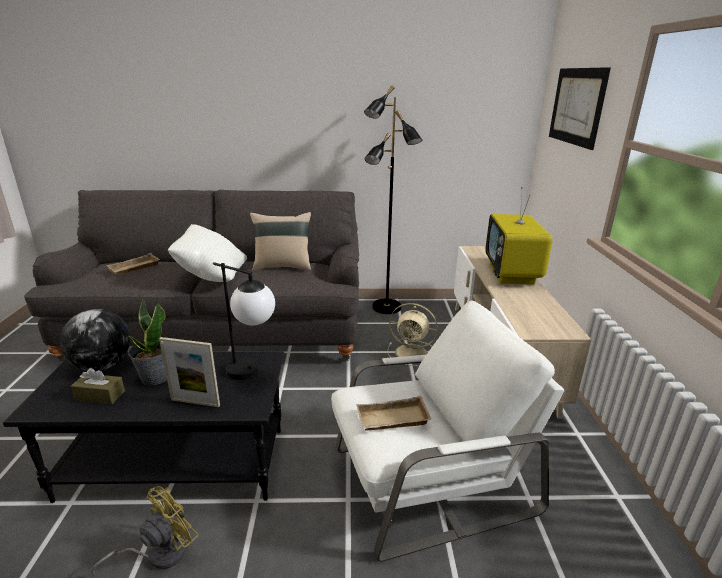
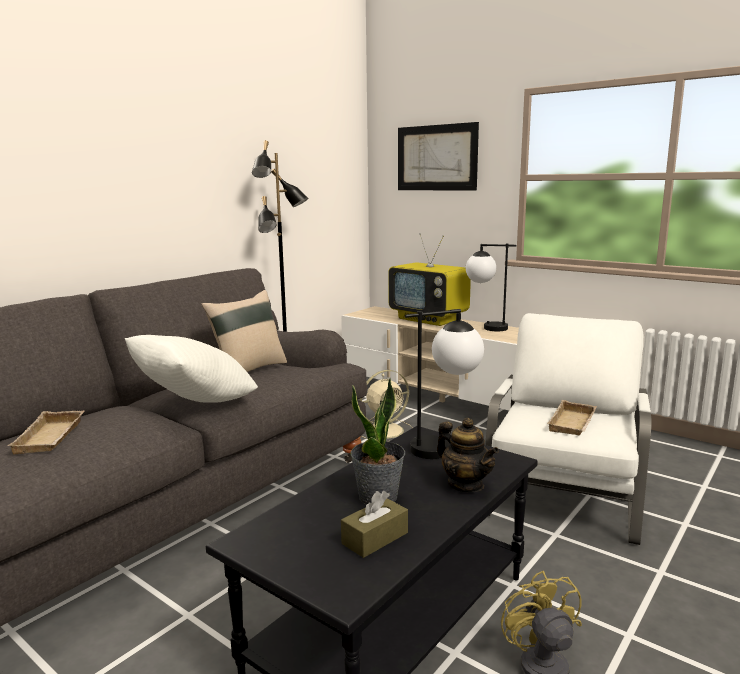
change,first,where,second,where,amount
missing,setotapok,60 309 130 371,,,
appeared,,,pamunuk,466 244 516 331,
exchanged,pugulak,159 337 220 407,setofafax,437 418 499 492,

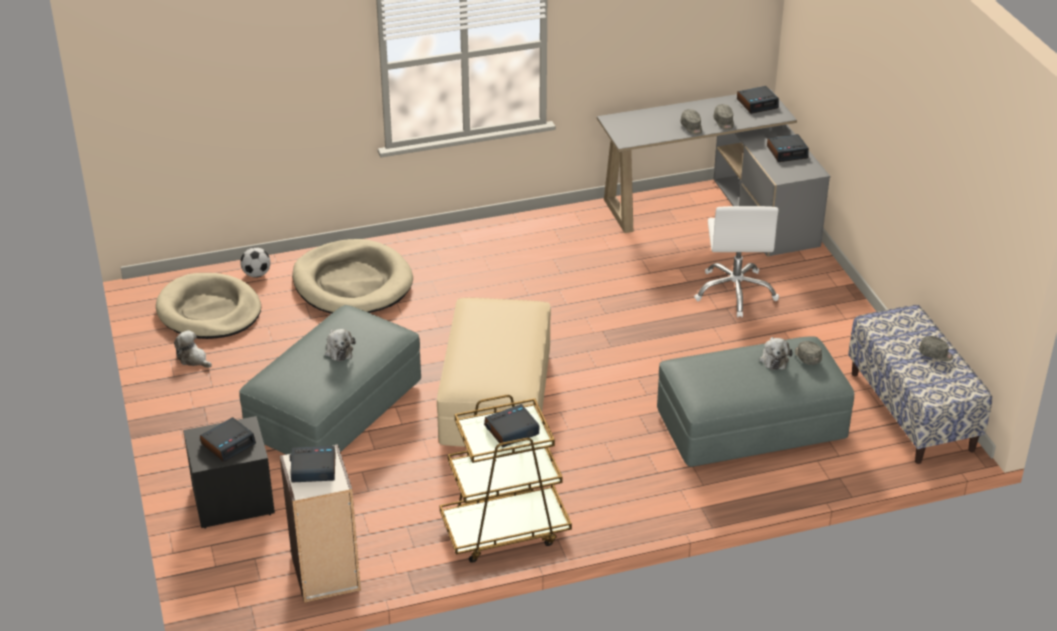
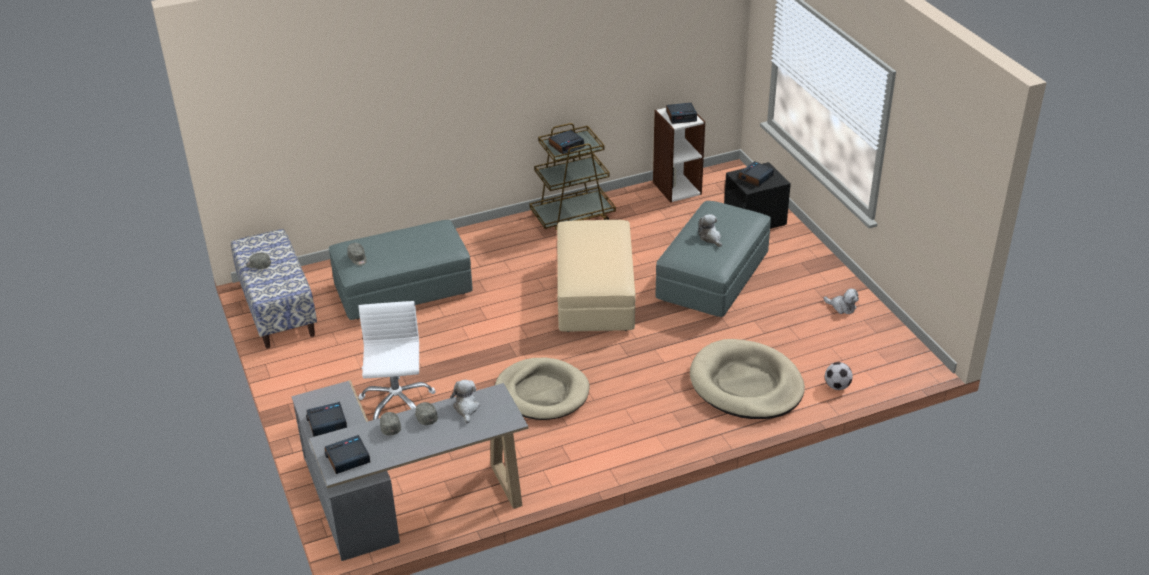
change,first,where,second,where,amount
relocated,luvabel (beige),156 273 261 339,,495 358 589 420,
relocated,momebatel,760 337 793 370,,450 380 480 424,

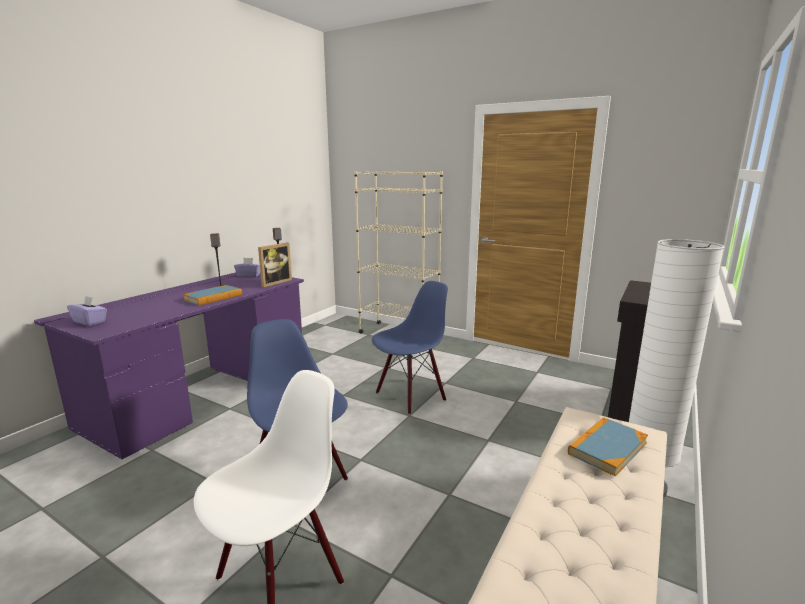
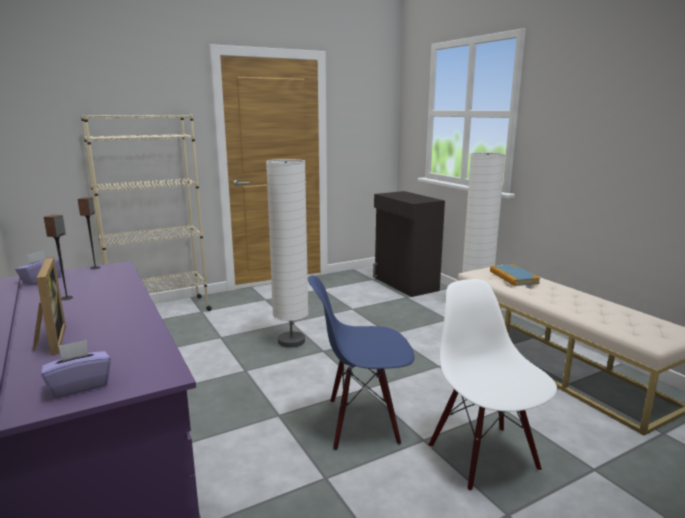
change,first,where,second,where,amount
missing,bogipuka,183 285 242 305,,,
relocated,pugulak,258 243 292 287,,33 257 66 355,
exchanged,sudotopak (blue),372 281 448 414,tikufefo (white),266 159 309 348,

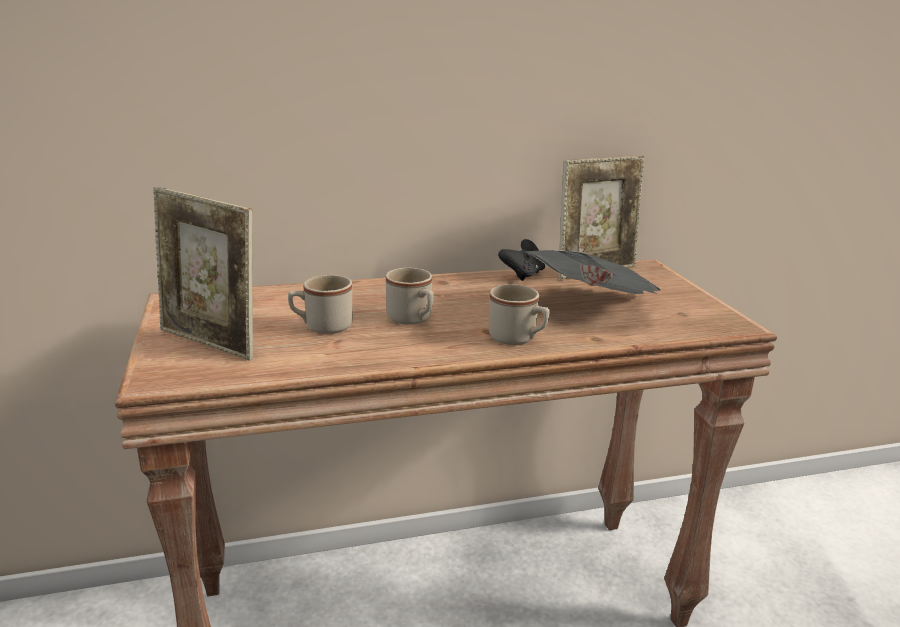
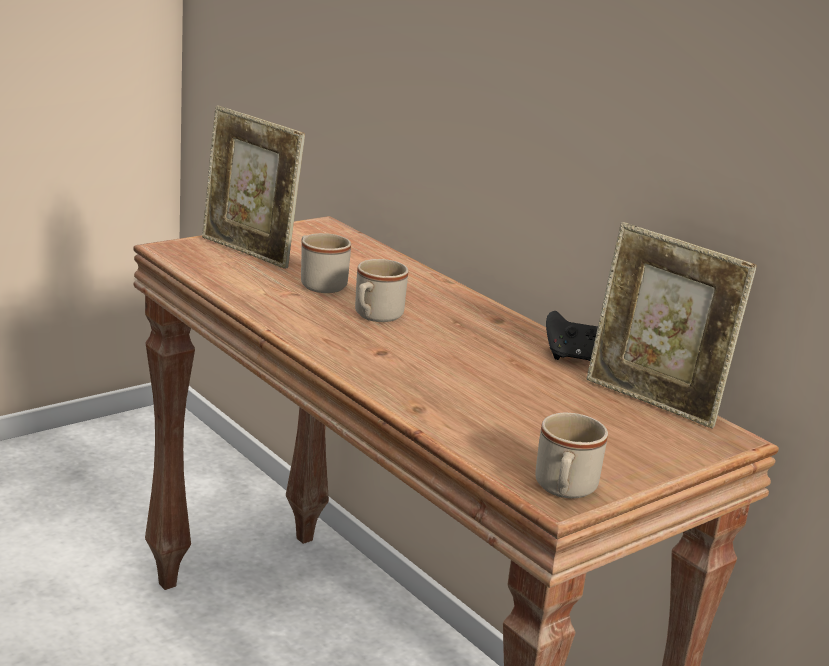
change,first,where,second,where,amount
missing,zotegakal,525 250 660 294,,,
relocated,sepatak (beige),489 284 549 345,,535 413 608 499,
spun,pugulak,153 186 253 361,,202 105 305 269,60 degrees counterclockwise

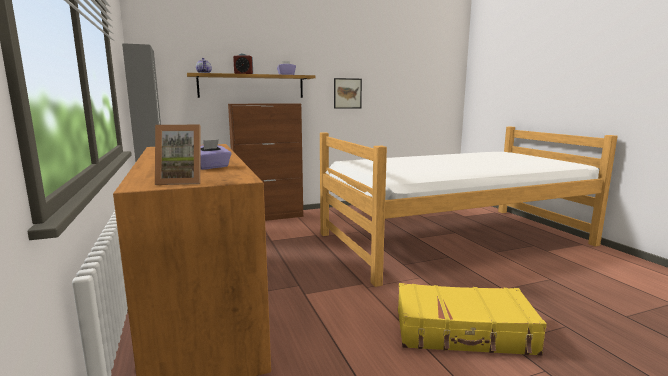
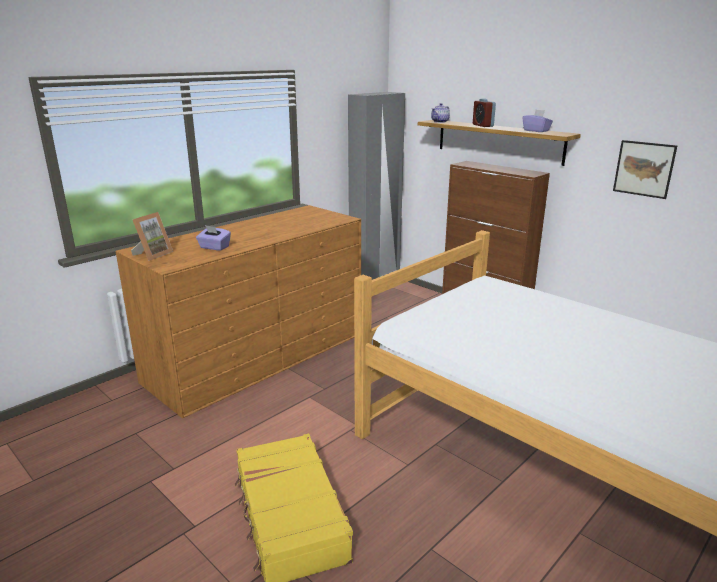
change,first,where,second,where,amount
spun,pugulak,155 125 201 185,,131 212 173 261,120 degrees counterclockwise

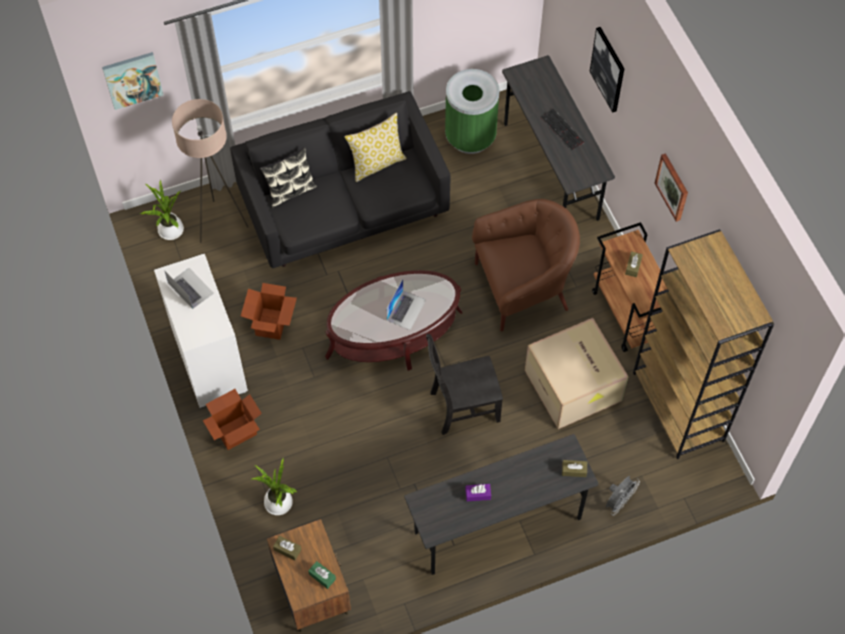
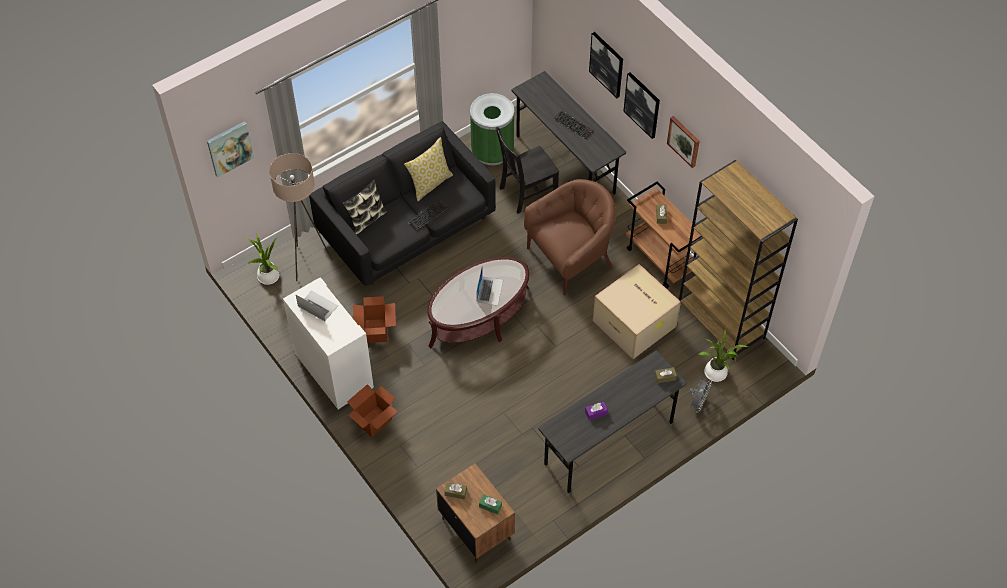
change,first,where,second,where,amount
appeared,,,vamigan,408 200 448 230,
appeared,,,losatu,624 72 660 139,
relocated,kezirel,252 458 297 515,,699 329 748 382,
relocated,sudotopak (black),426 334 503 435,,496 127 559 214,

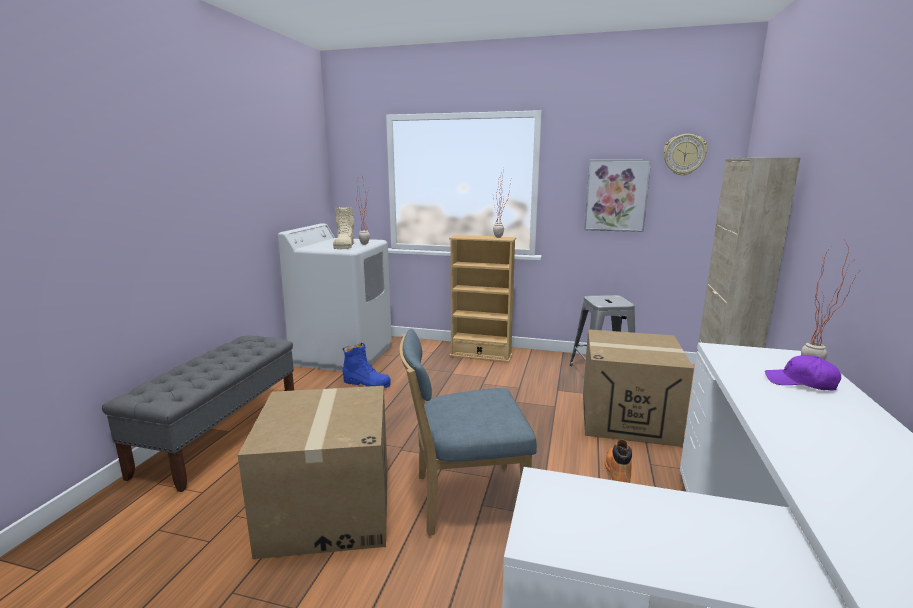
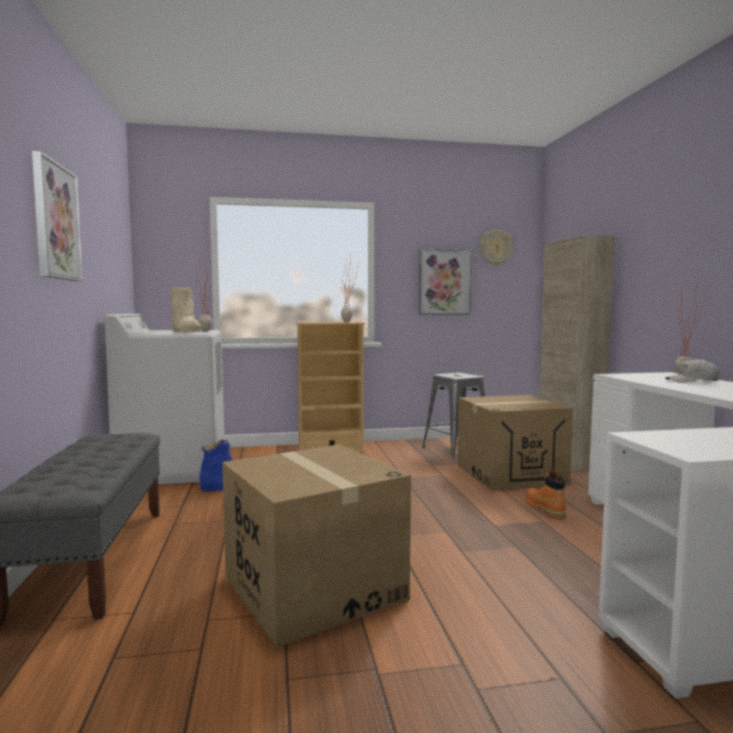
change,first,where,second,where,amount
missing,sudotopak (blue),400 328 537 536,,,
appeared,,,losatu,32 151 83 281,
colour,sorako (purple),765 355 841 391,sorako (white),665 358 720 383,

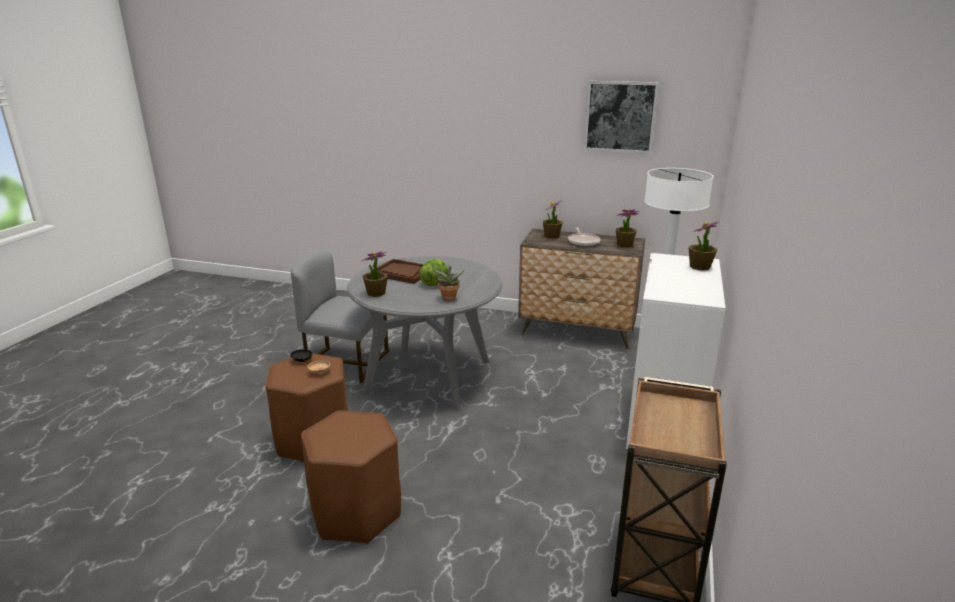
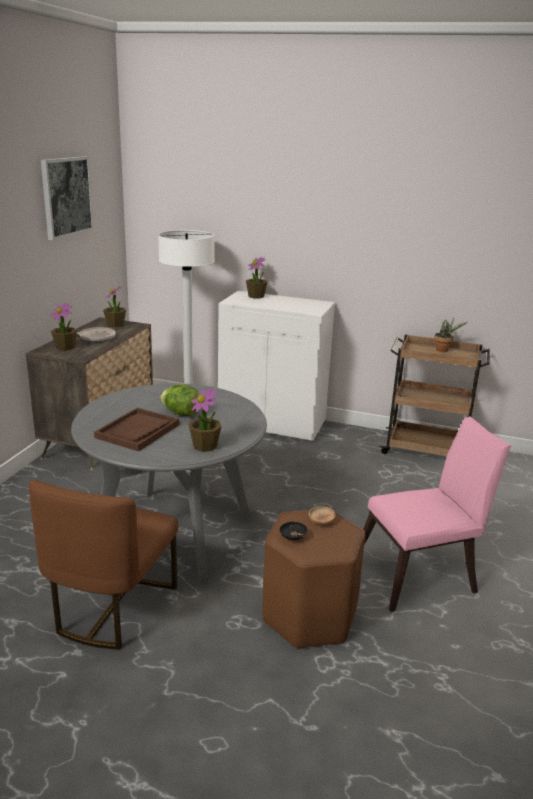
change,first,where,second,where,amount
relocated,kezirel,432 265 465 301,,434 317 467 352,
exchanged,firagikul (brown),301 411 401 544,sudotopak (pink),363 416 511 612,
colour,sudotopak (grey),291 251 389 383,sudotopak (brown),29 479 178 650,

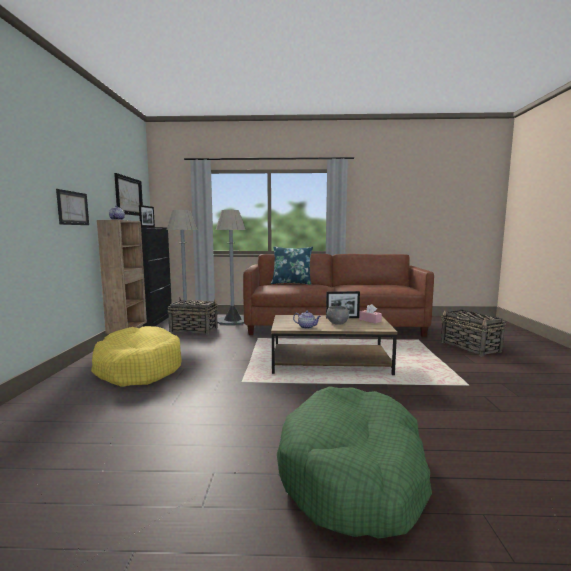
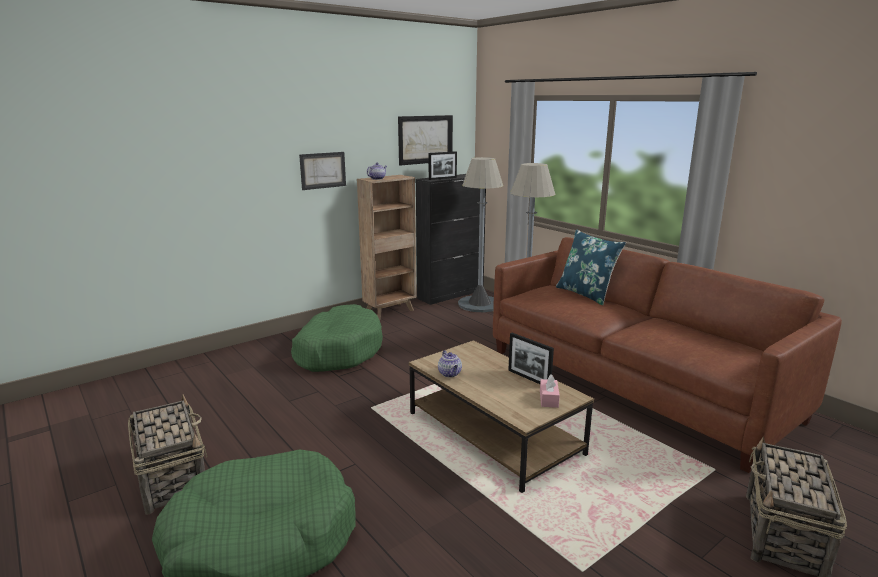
change,first,where,second,where,amount
missing,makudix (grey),326 306 349 325,,,
relocated,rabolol,167 298 218 335,,128 394 207 515,
colour,luvabel (yellow),91 326 182 387,luvabel (green),291 304 383 372,

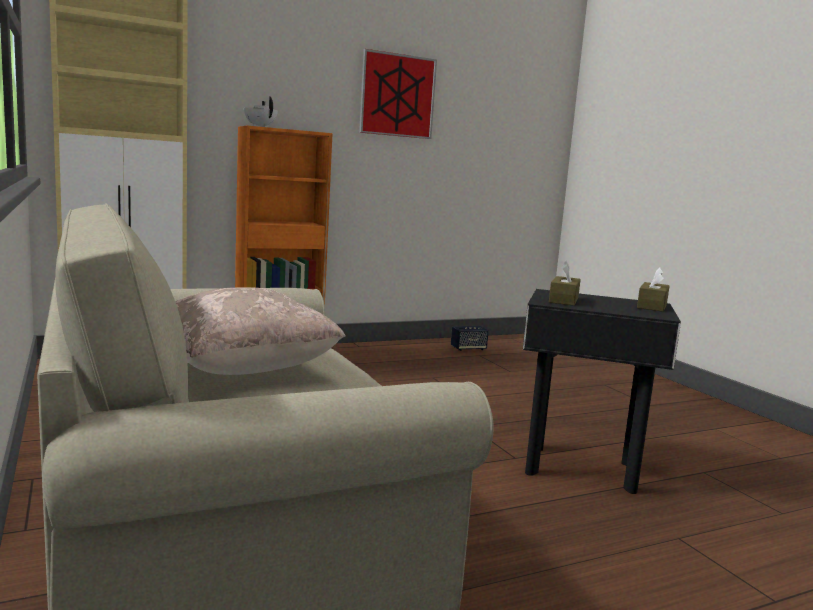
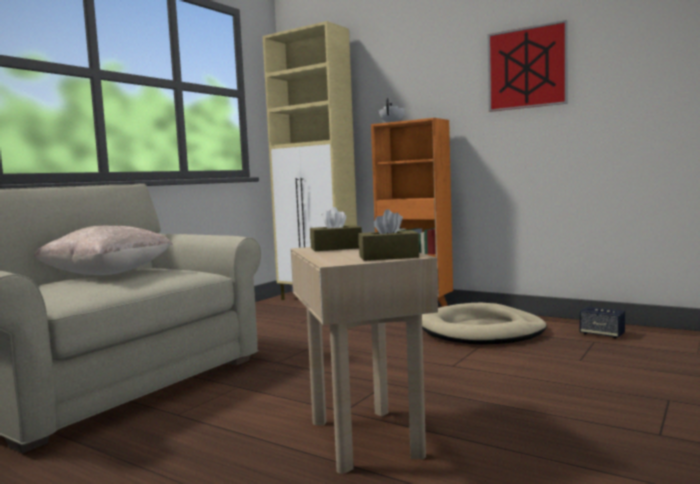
change,first,where,second,where,amount
appeared,,,luvabel (beige),422 303 547 344,
colour,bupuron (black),523 289 681 494,bupuron (beige),291 247 438 474,

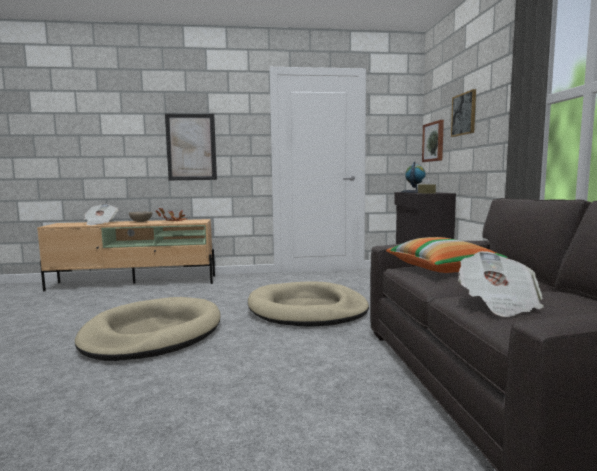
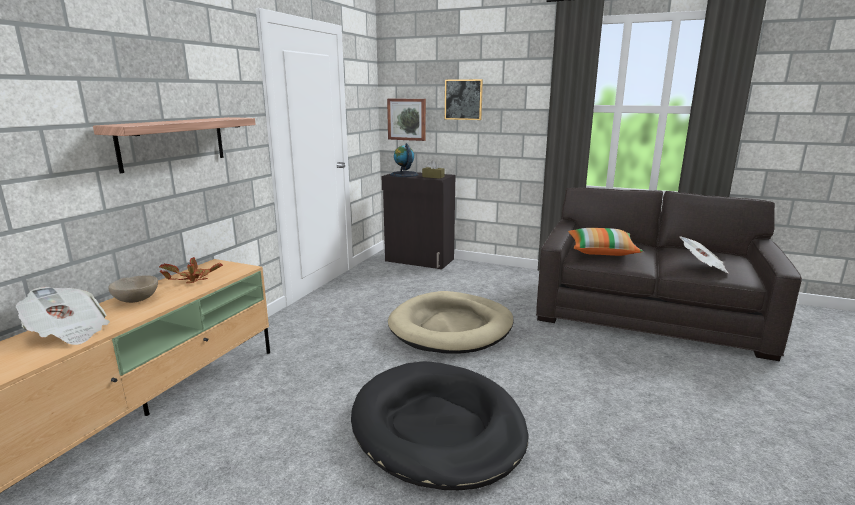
change,first,where,second,where,amount
exchanged,losatu,165 114 217 180,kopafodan,93 117 256 173,
colour,luvabel (beige),75 297 220 361,luvabel (black),351 361 529 490,

